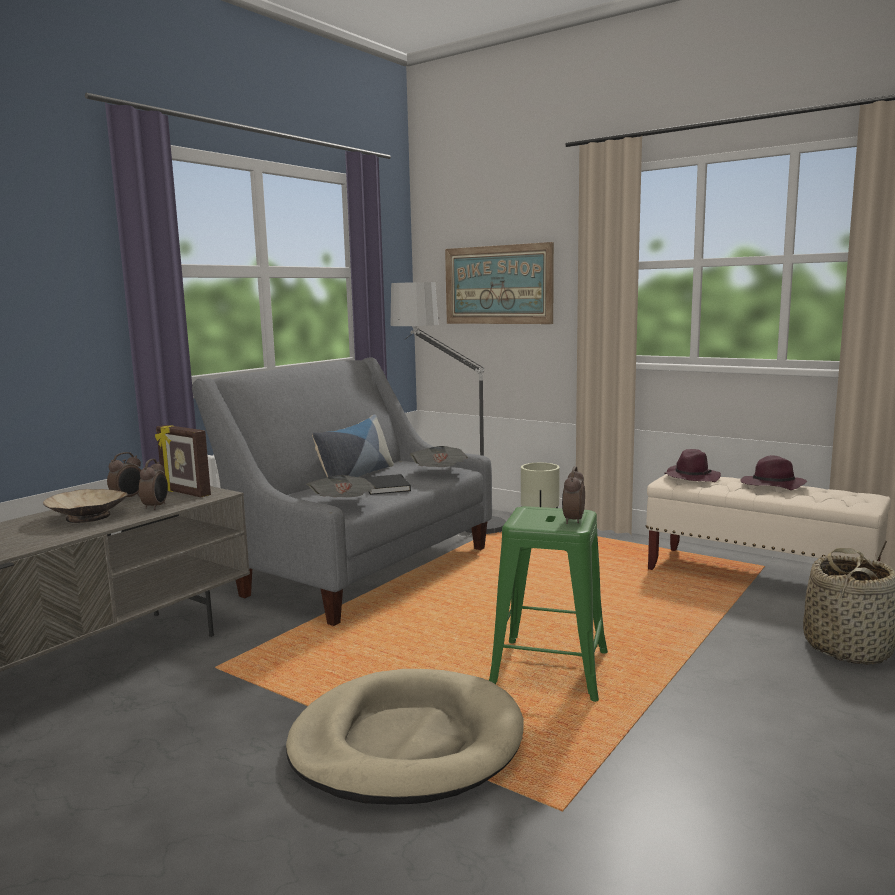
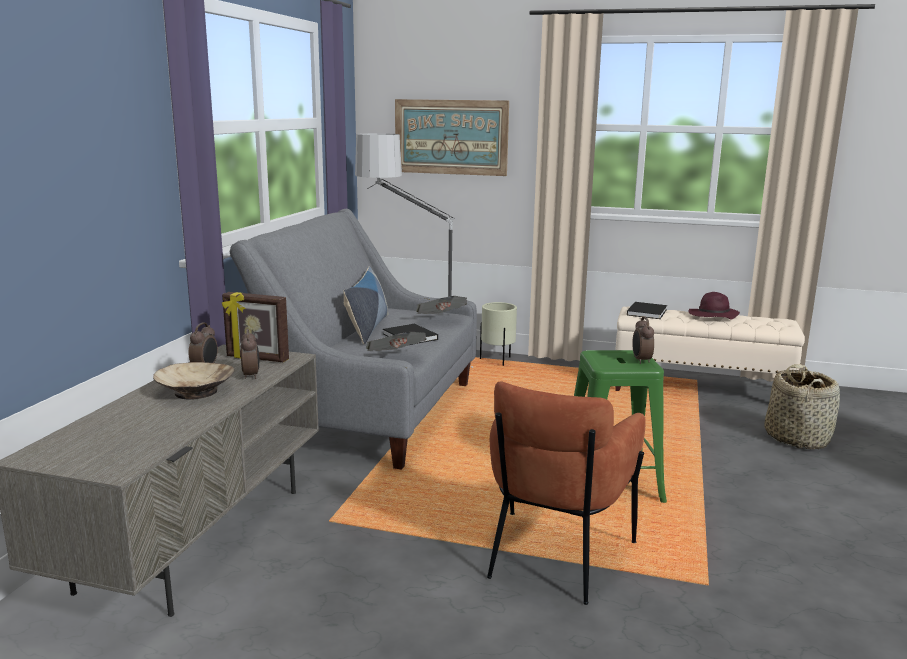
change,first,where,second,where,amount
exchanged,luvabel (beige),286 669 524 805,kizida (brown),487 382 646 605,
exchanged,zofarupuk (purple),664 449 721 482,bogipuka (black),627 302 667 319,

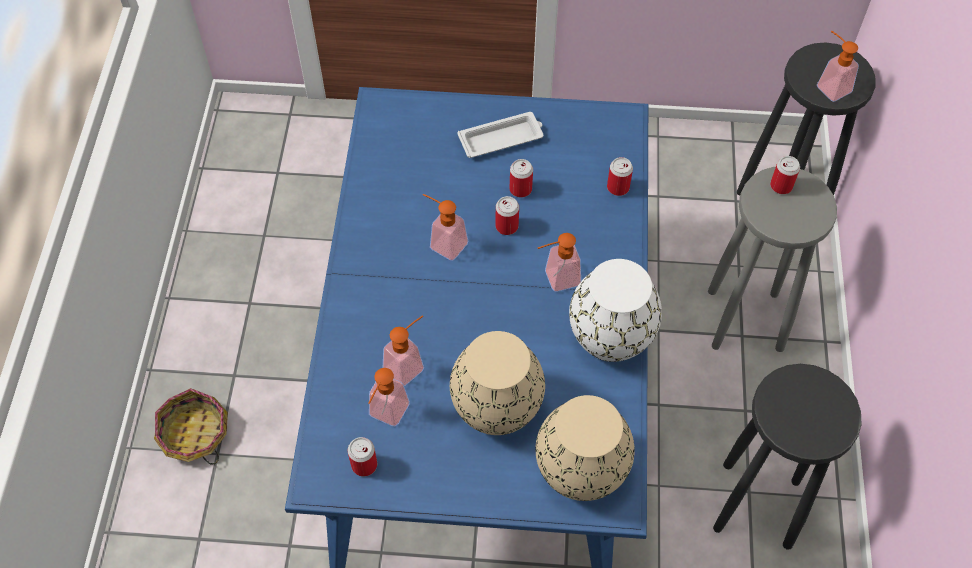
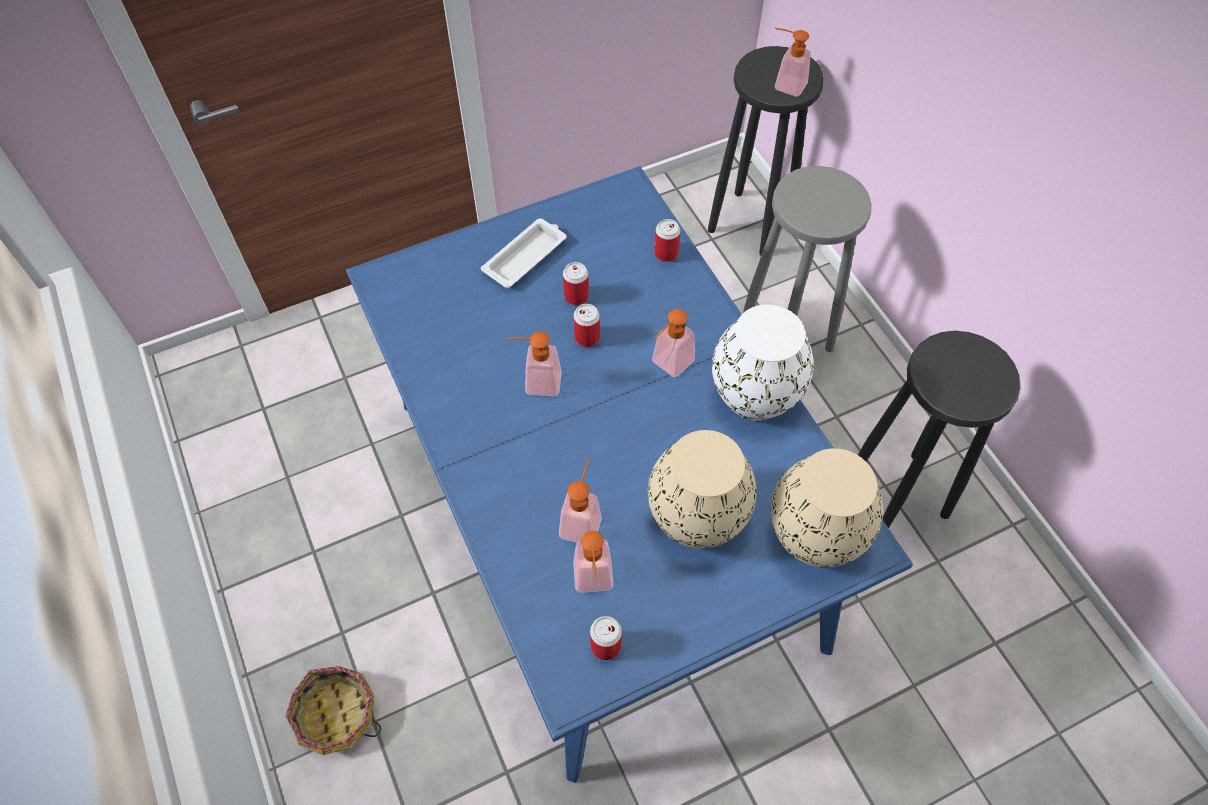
change,first,where,second,where,amount
missing,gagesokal,770 156 800 194,,,

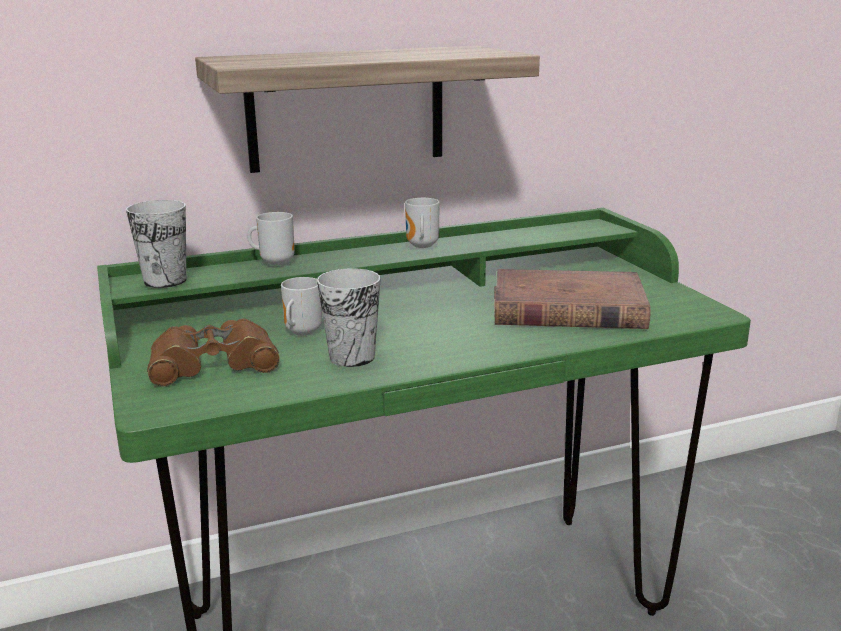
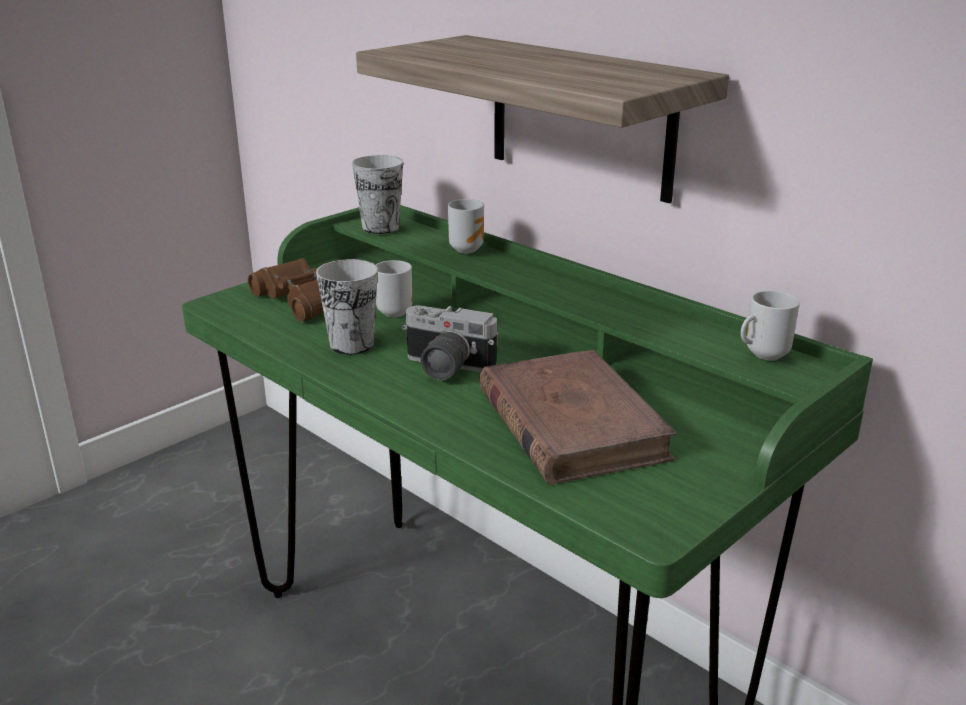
change,first,where,second,where,amount
appeared,,,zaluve,402 305 498 380,
relocated,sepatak,405 198 440 248,,741 291 800 360,

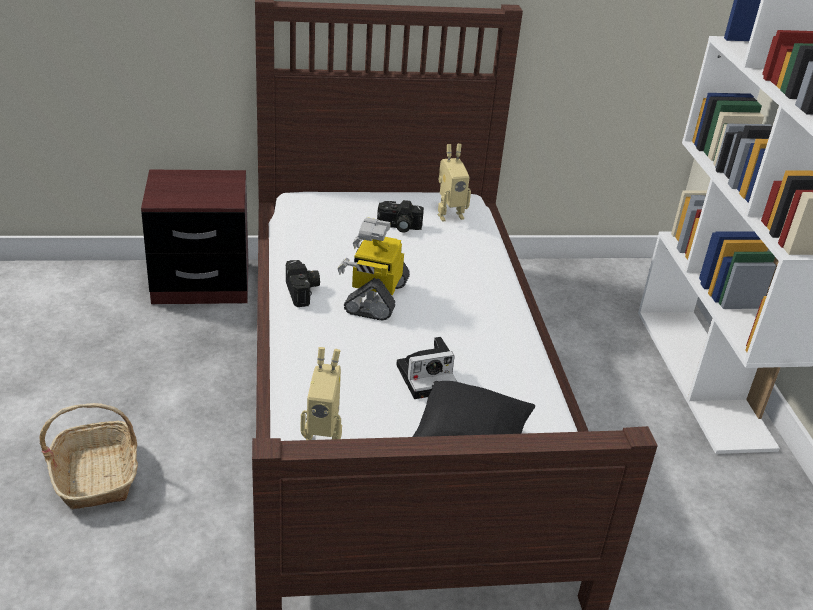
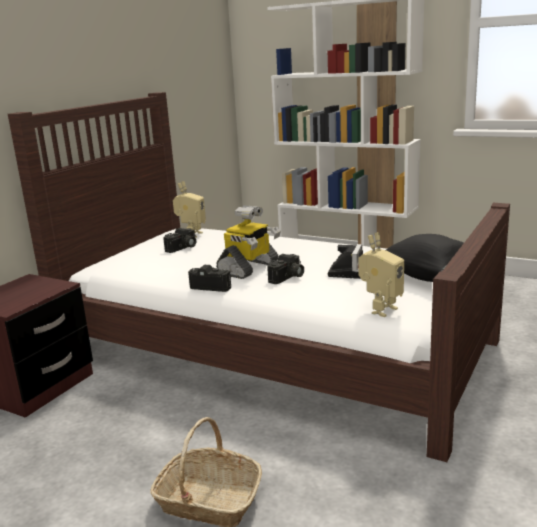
change,first,where,second,where,amount
appeared,,,zaluve,267 254 304 284,
spun,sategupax,338 217 410 320,,216 205 281 279,105 degrees counterclockwise

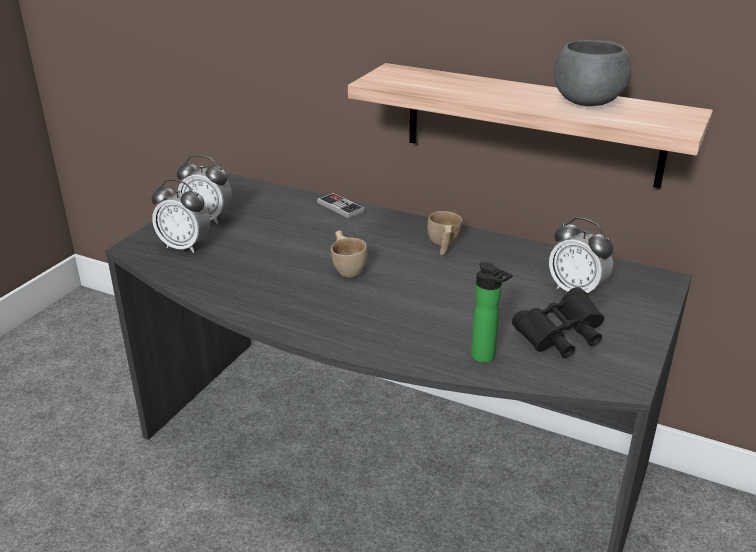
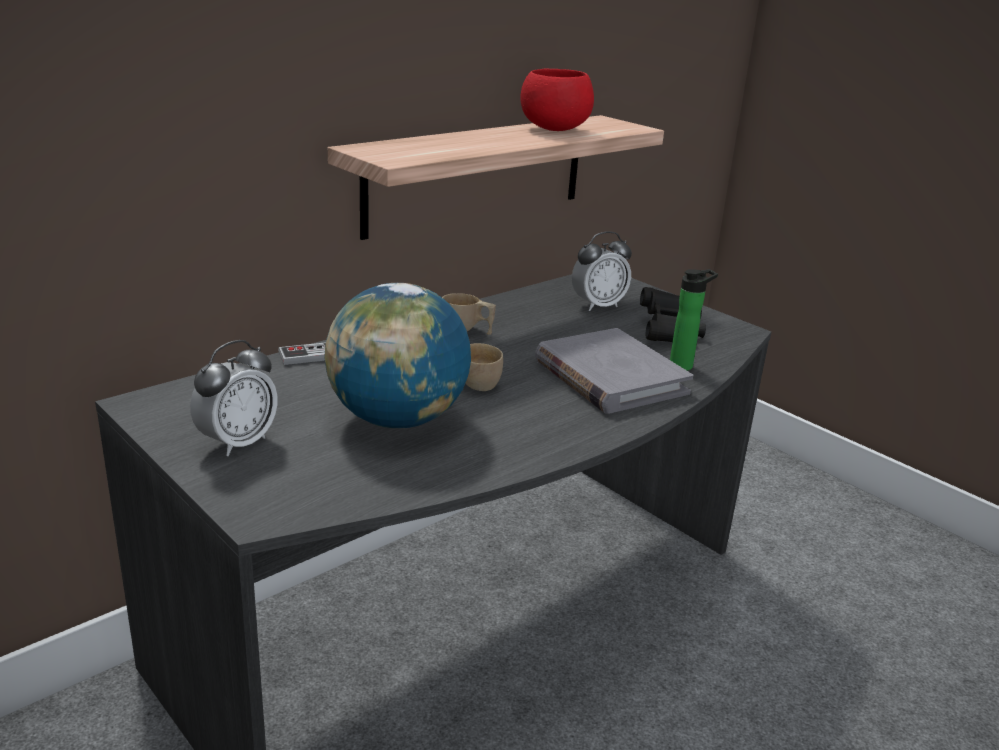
change,first,where,second,where,amount
missing,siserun,152 179 210 253,,,
appeared,,,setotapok,324 283 471 428,
appeared,,,bogipuka (grey),535 328 693 414,
colour,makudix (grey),554 40 631 106,makudix (red),520 69 594 131,

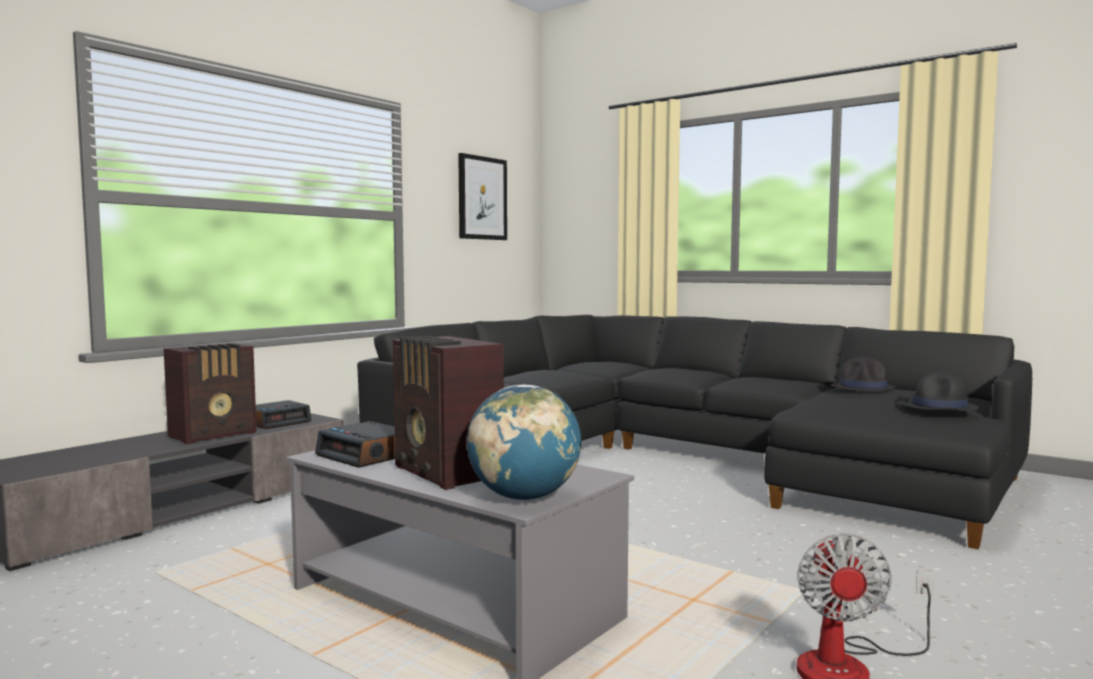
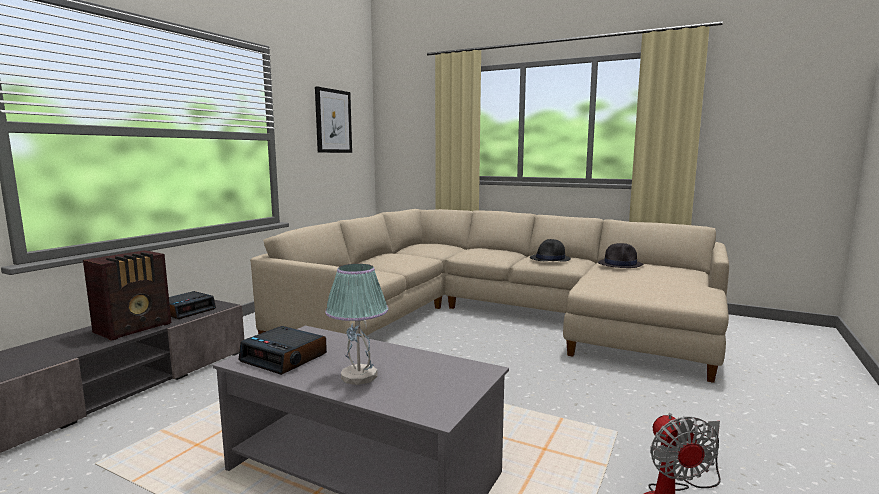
change,first,where,second,where,amount
missing,setotapok,467 385 581 500,,,
relocated,zofarupuk (black),899 372 979 411,,530 239 571 262,
exchanged,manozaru,393 336 504 490,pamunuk,325 264 388 385,
colour,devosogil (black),357 315 1032 550,devosogil (beige),250 209 729 383,

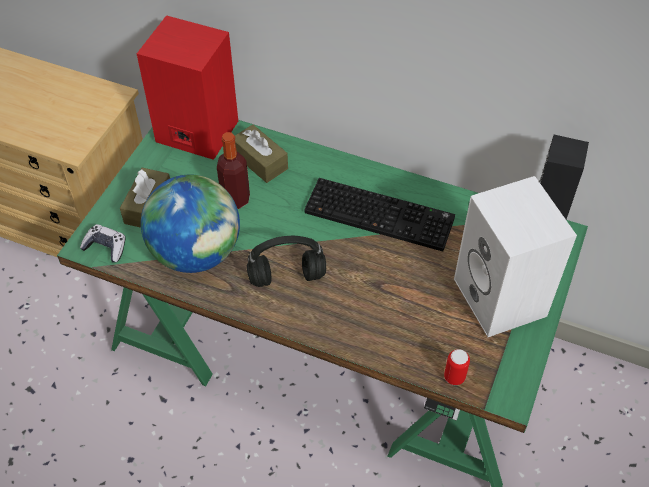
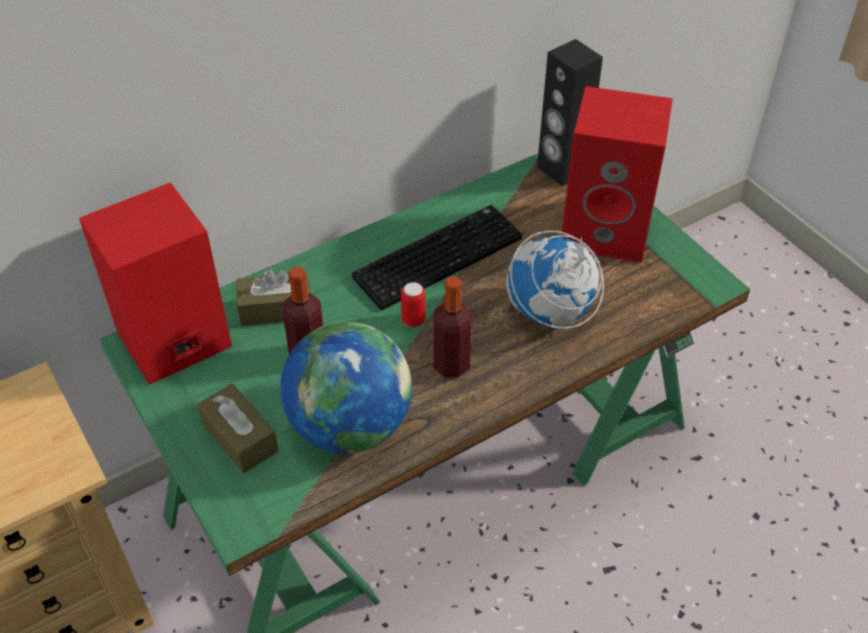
change,first,where,second,where,amount
missing,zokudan,80 224 126 262,,,
appeared,,,setotapok,506 230 604 329,
relocated,gagesokal,444 349 470 385,,401 282 426 328,
exchanged,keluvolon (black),247 236 326 287,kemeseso,434 276 472 378,
colour,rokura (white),454 176 577 337,rokura (red),562 86 673 263,

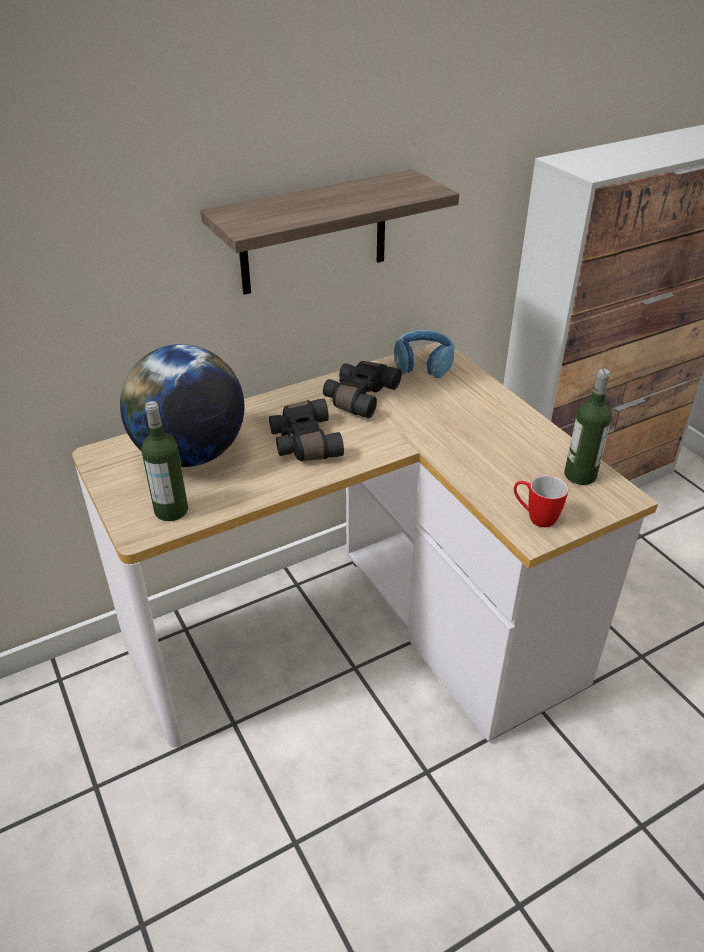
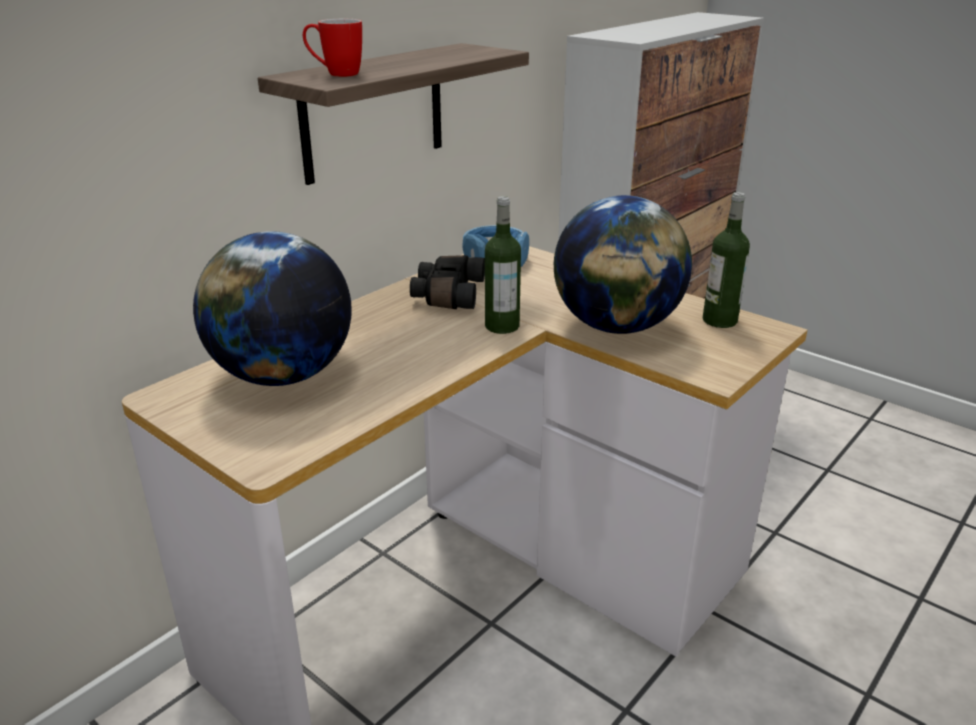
change,first,where,second,where,amount
missing,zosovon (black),269 399 344 461,,,
appeared,,,setotapok,554 195 692 334,
relocated,kemeseso,141 401 188 521,,485 196 521 334,
relocated,sepatak,514 475 569 527,,303 19 362 77,

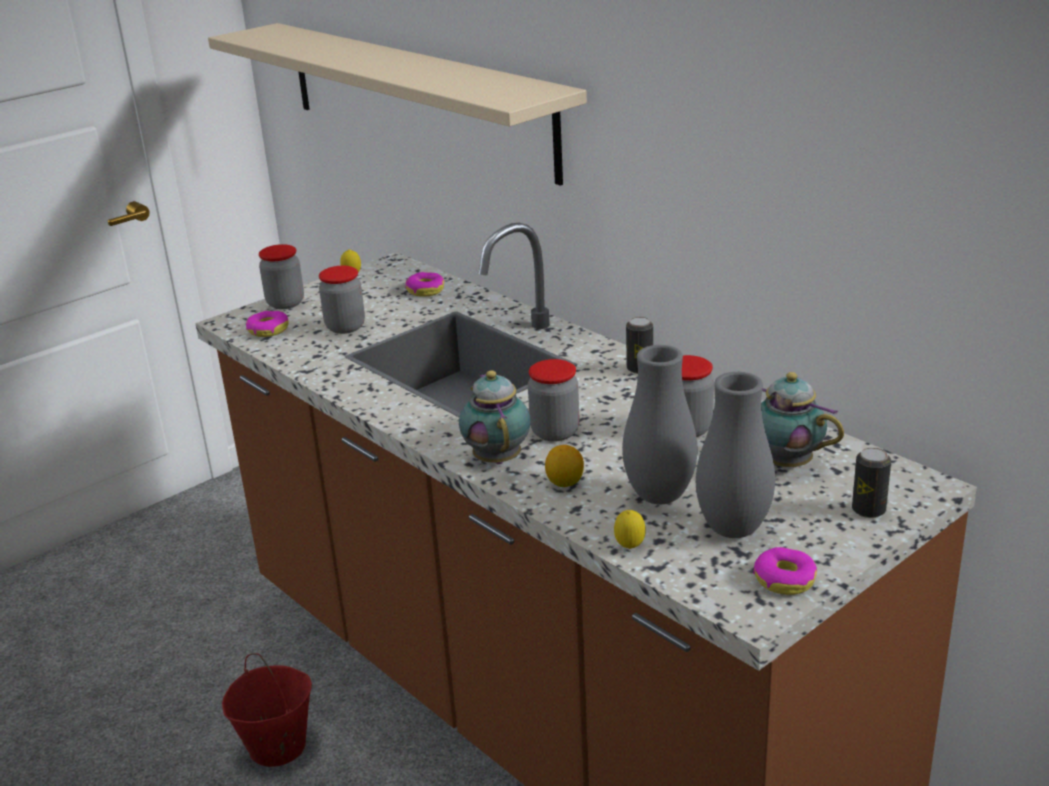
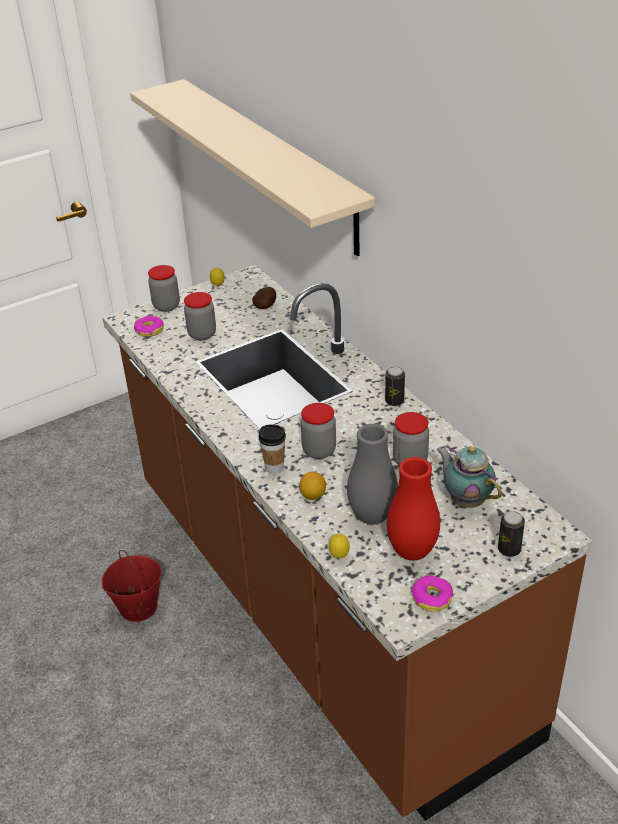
change,first,where,second,where,amount
exchanged,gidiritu,405 272 445 297,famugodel,252 287 276 309,
exchanged,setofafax,459 370 531 464,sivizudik,258 424 286 474,
colour,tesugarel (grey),696 372 775 538,tesugarel (red),387 457 440 561,

